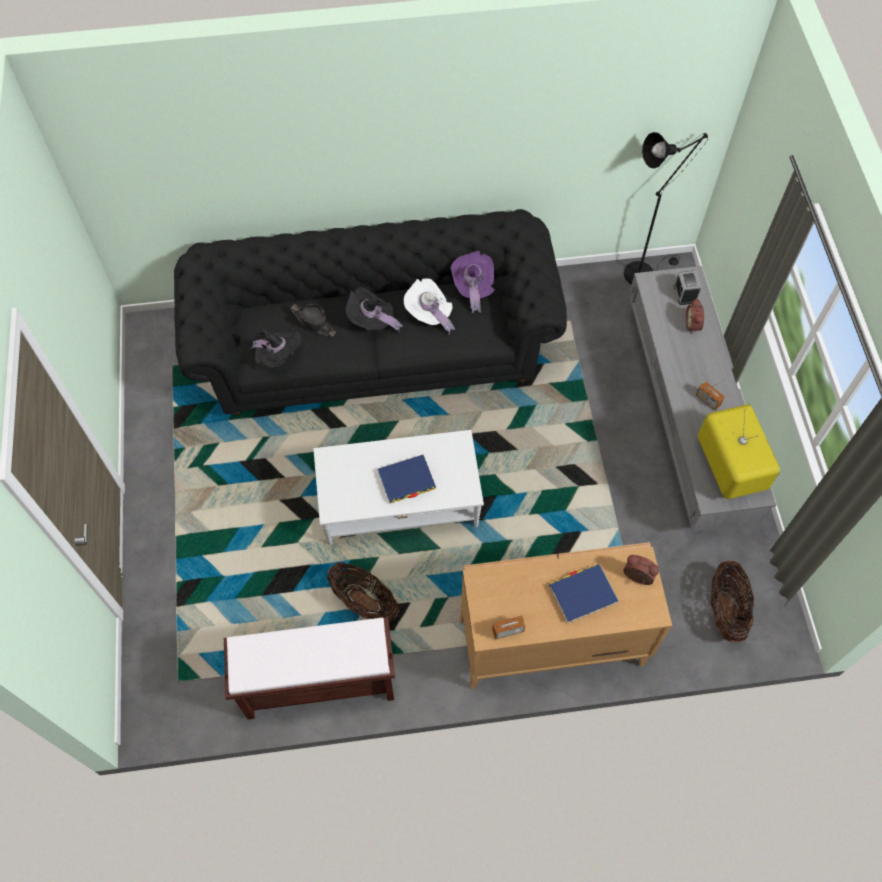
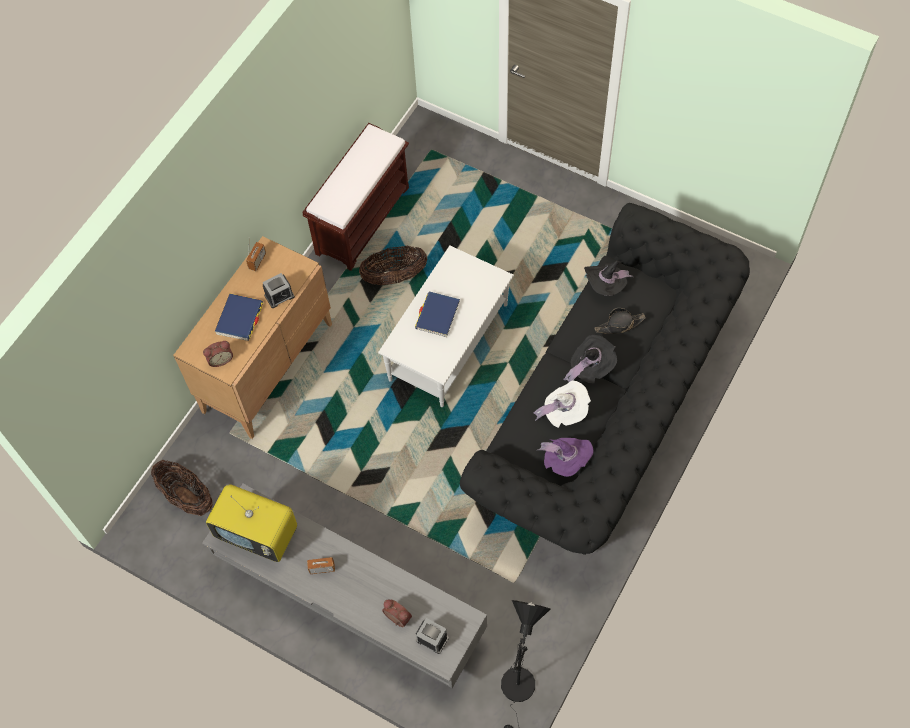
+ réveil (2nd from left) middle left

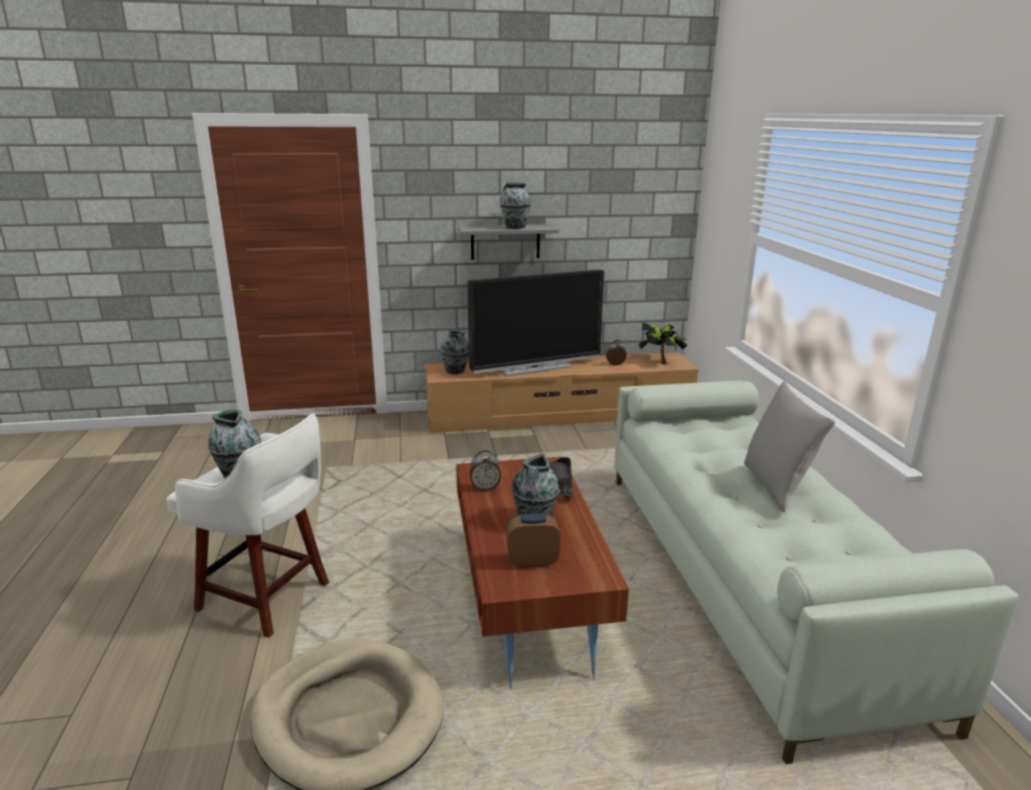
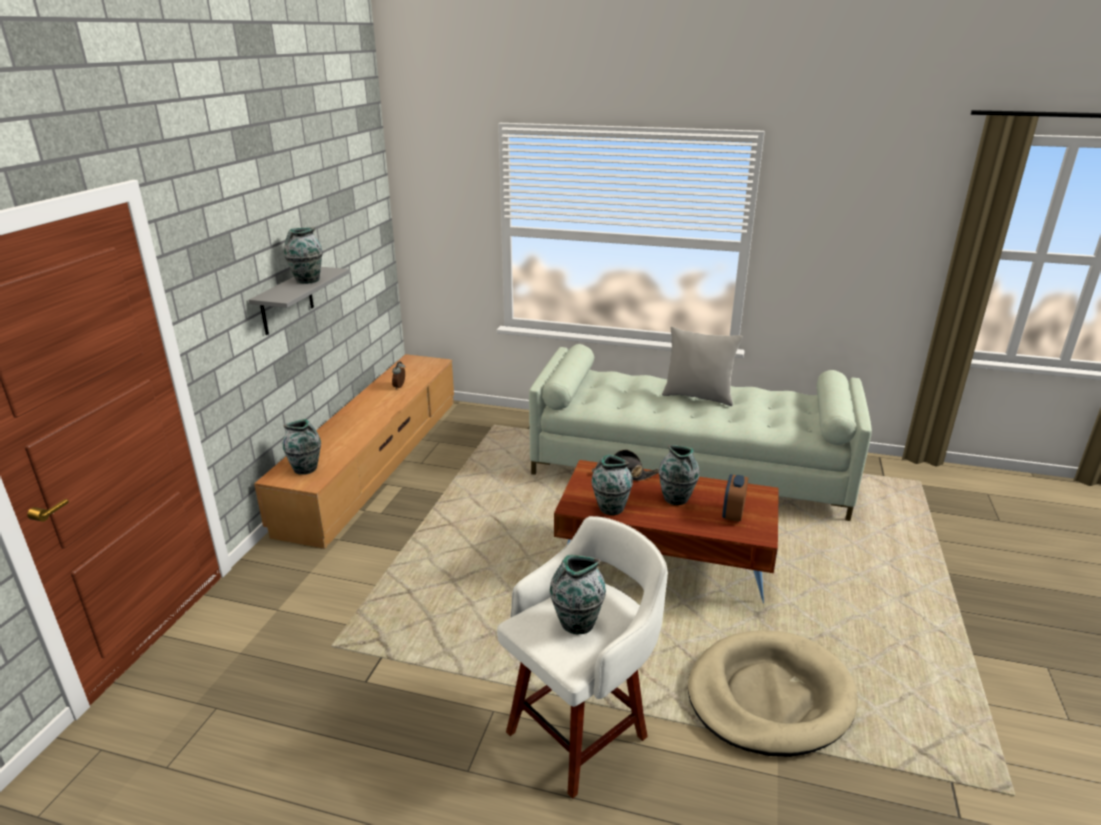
~ réveil (1st from left) centre to vase (4th from left) centre
- téléviseur centre
- plante en pot centre

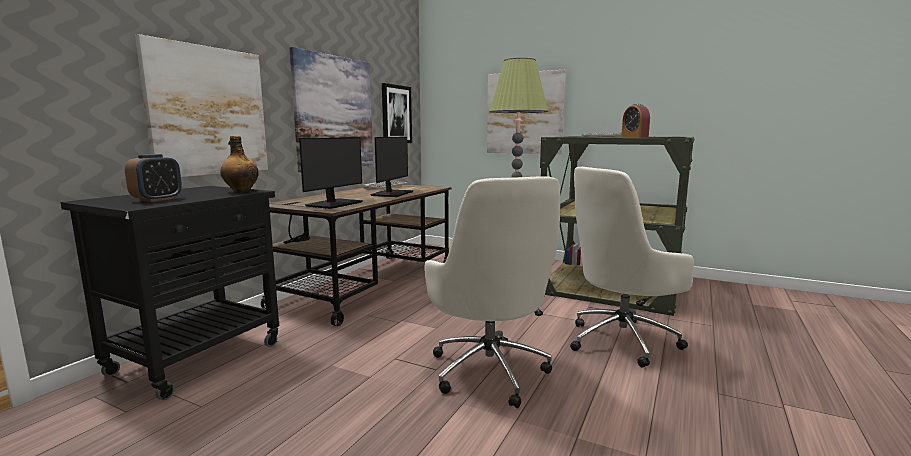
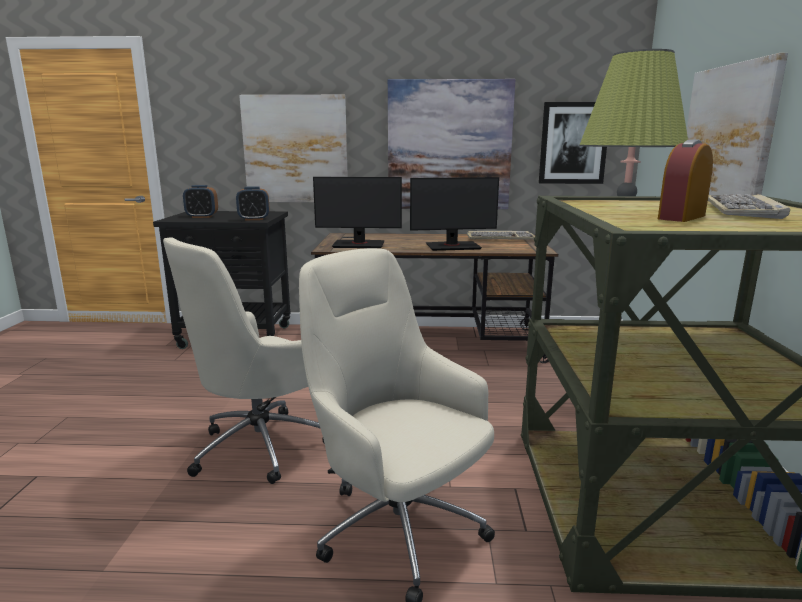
~ bouteille middle left to réveil (2nd from left) middle left

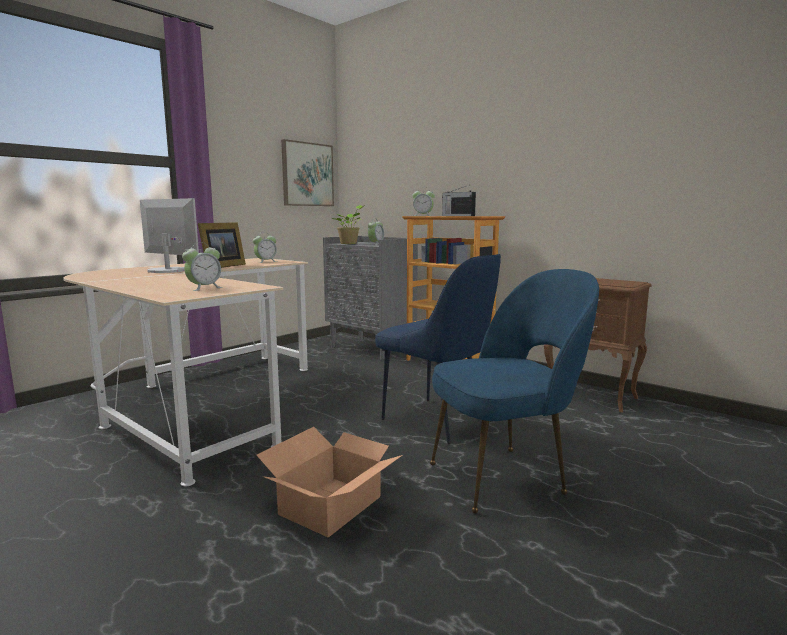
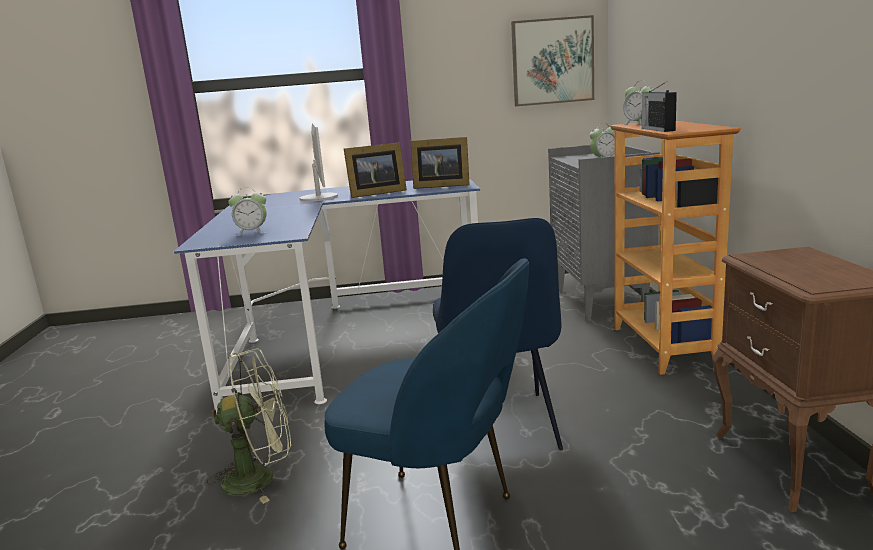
~ bureau (beige) middle left to bureau (bleu) centre
~ carton bottom centre to ventilateur (vert) bottom left
~ réveil (2nd from left) centre to cadre photo (2nd from left) top centre
- plante en pot centre

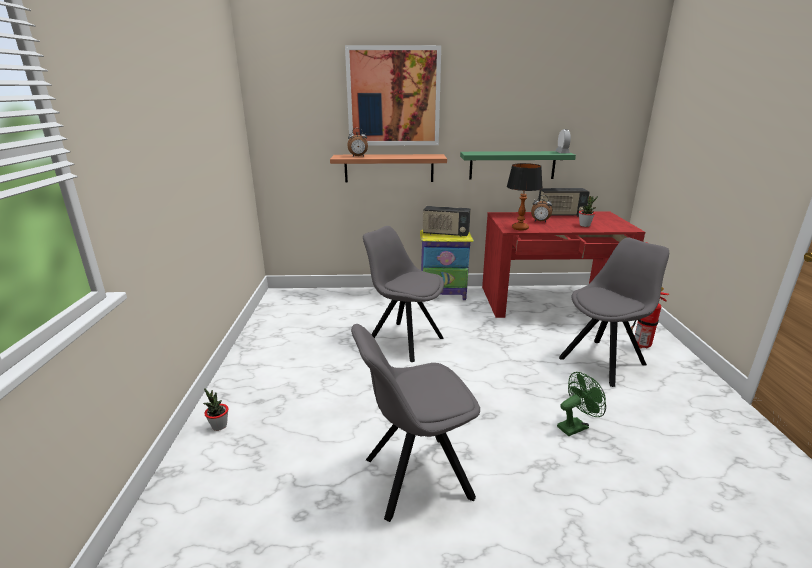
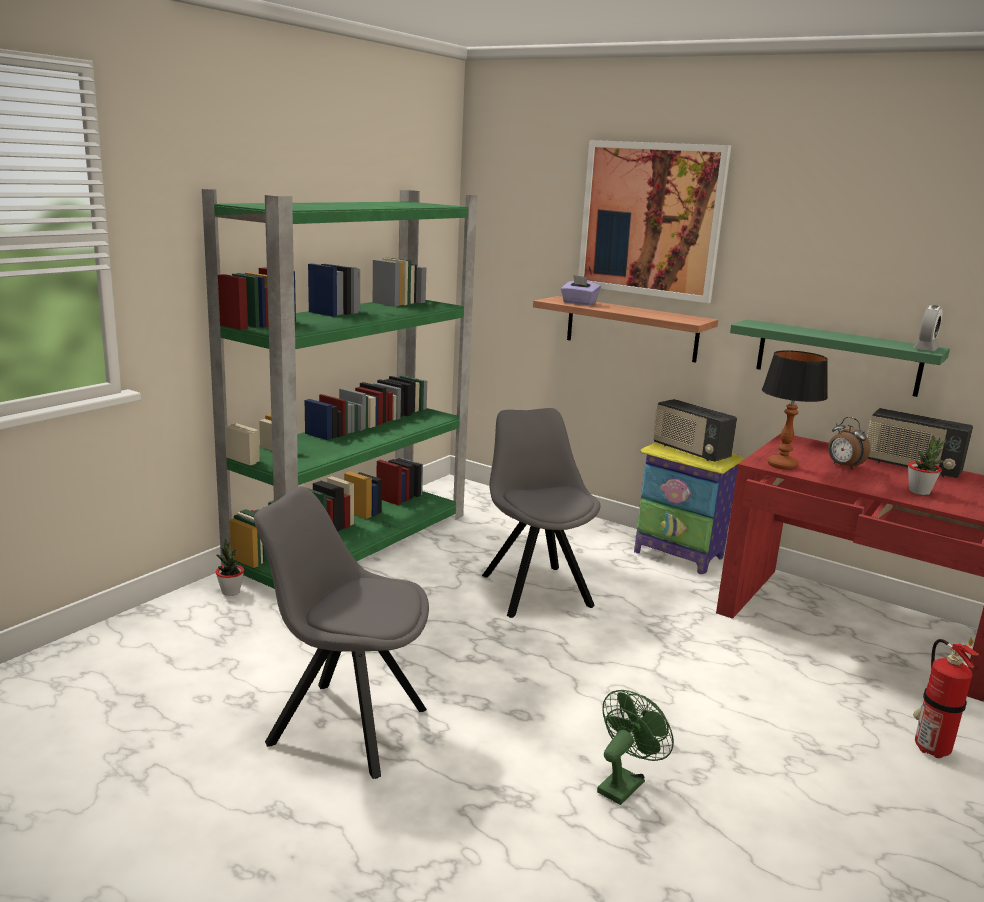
+ bibliothèque (vert) centre
~ réveil (1st from left) top centre to boîte à mouchoirs (violet) top centre
~ ventilateur (vert) bottom right = bottom centre 60 degrees counterclockwise
- chaise (gris) (3rd from left) middle right

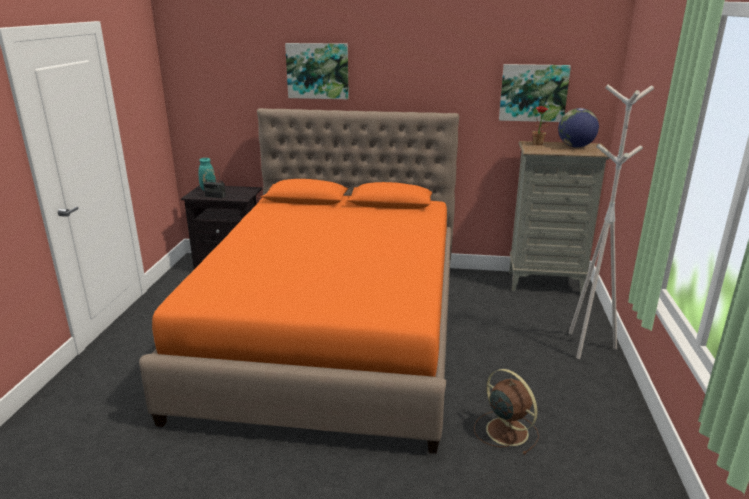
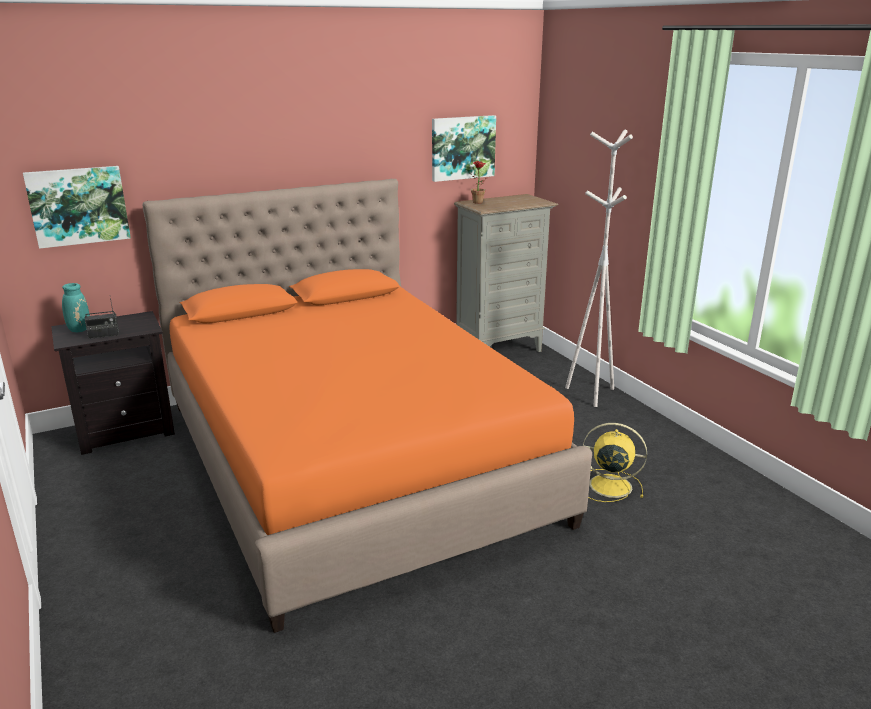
~ tableau (1st from left) top centre to top left
~ ventilateur (marron) bottom right to ventilateur (jaune) middle right
- globe top right

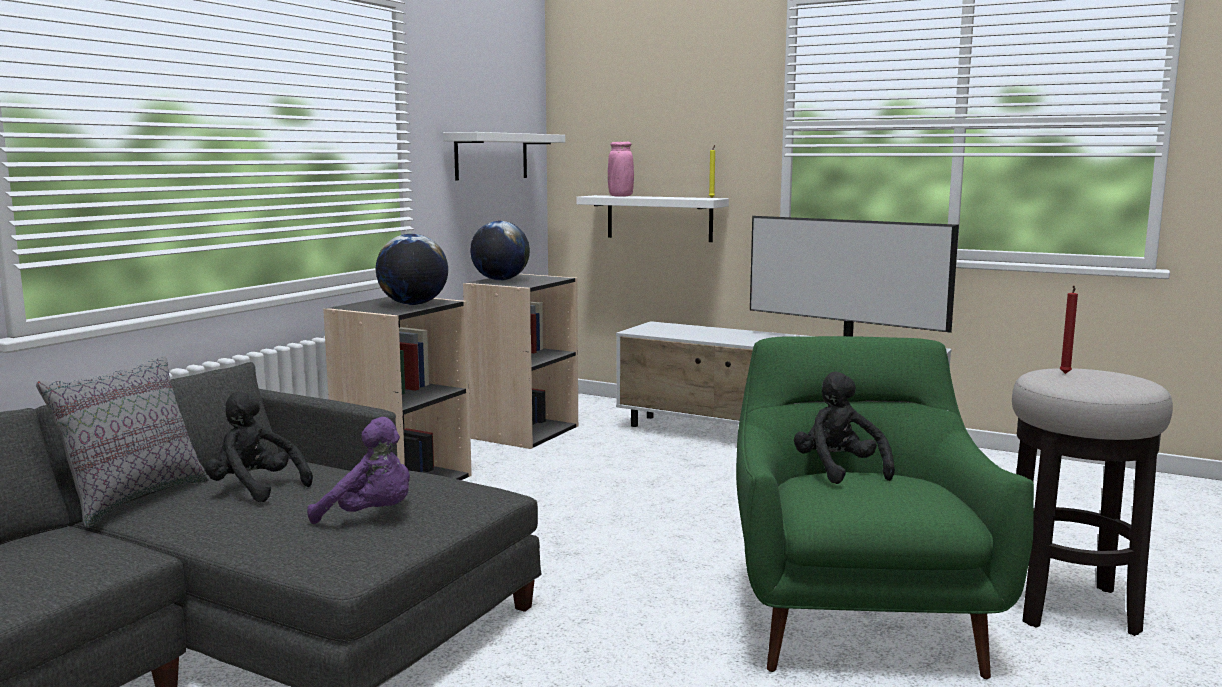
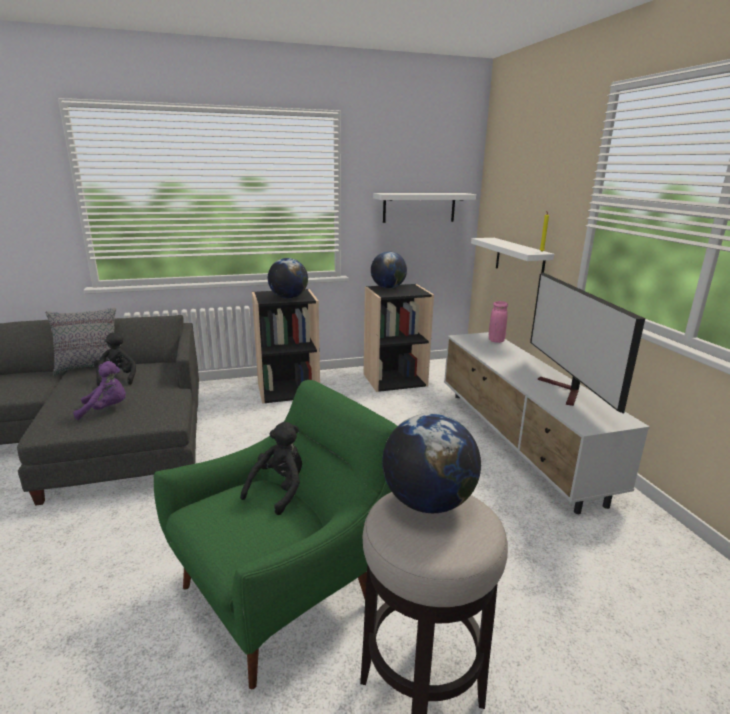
~ peluche (violet) bottom left = middle left 75 degrees counterclockwise
~ bougie (rouge) middle right to globe (3rd from left) centre
~ vase (rose) top centre to middle right

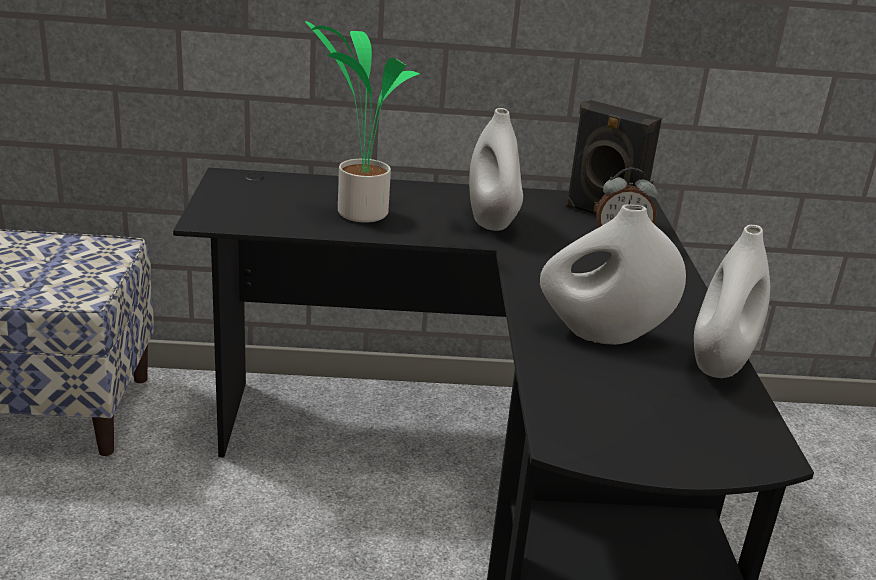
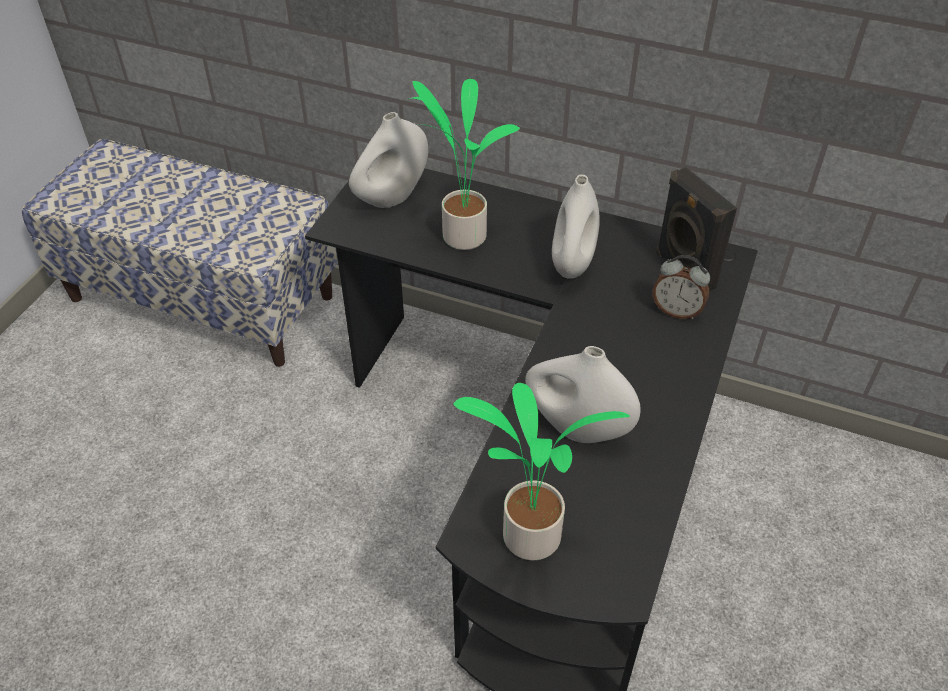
~ vase (blanc) (3rd from left in the first image) middle right to vase (blanc) (1st from left) top centre
+ plante en pot (2nd from left) bottom centre

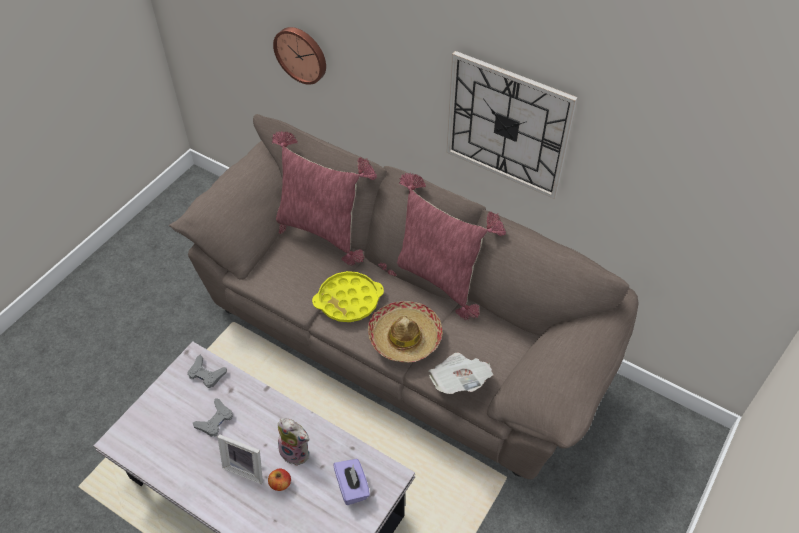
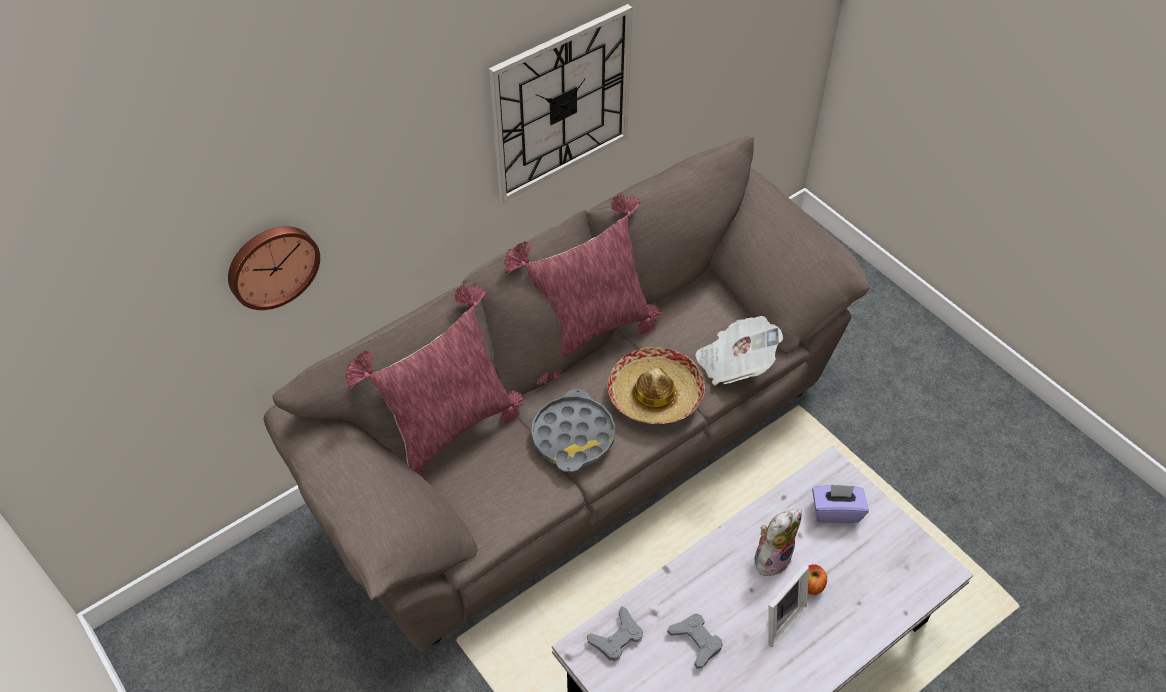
~ plateau (jaune) centre to plateau (gris) centre

